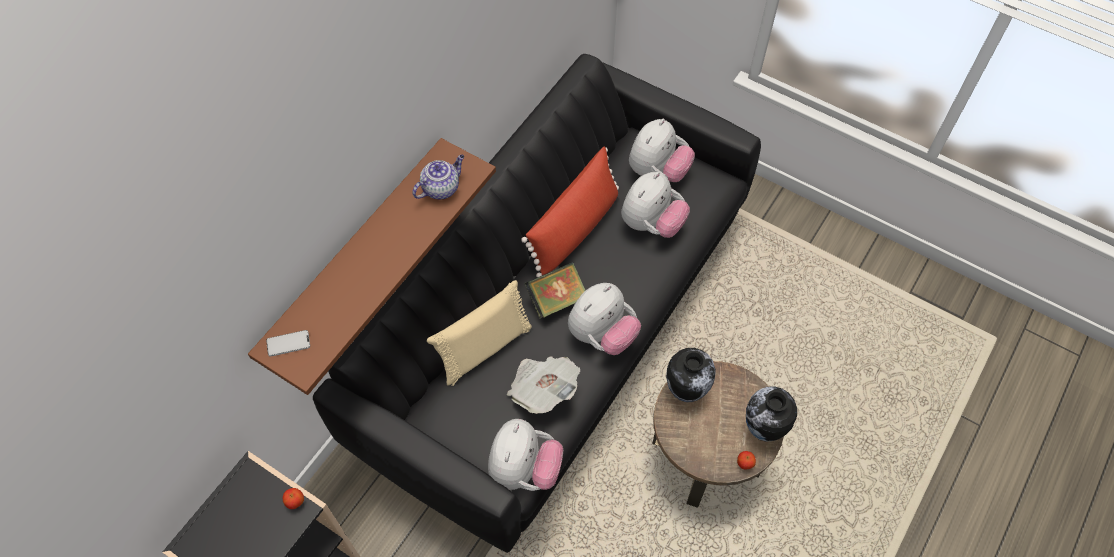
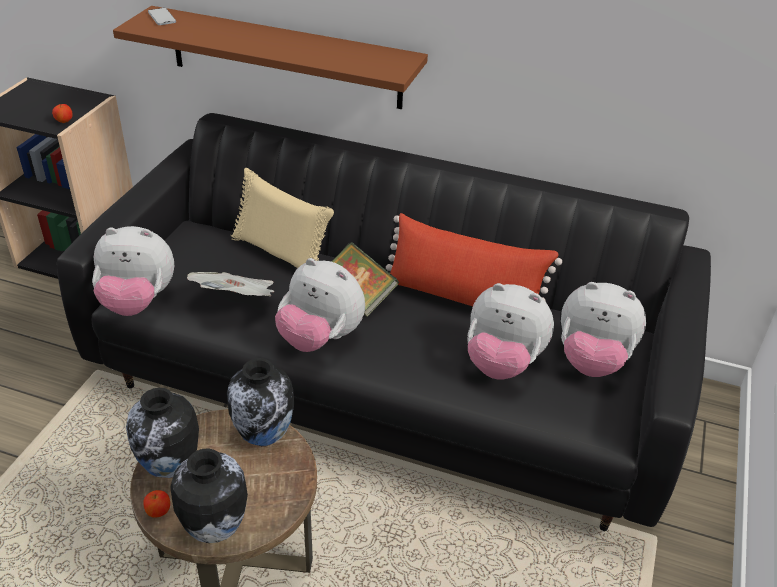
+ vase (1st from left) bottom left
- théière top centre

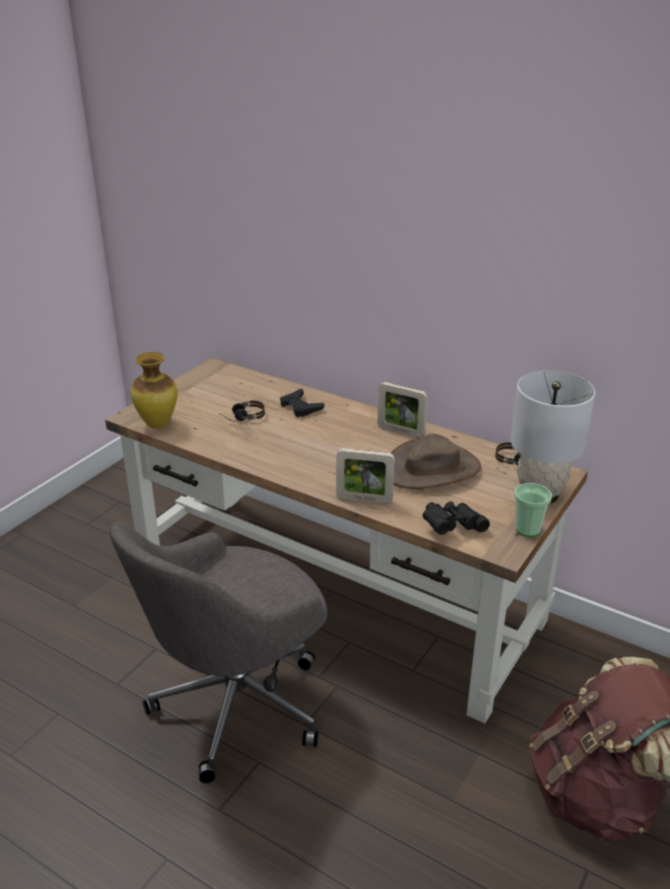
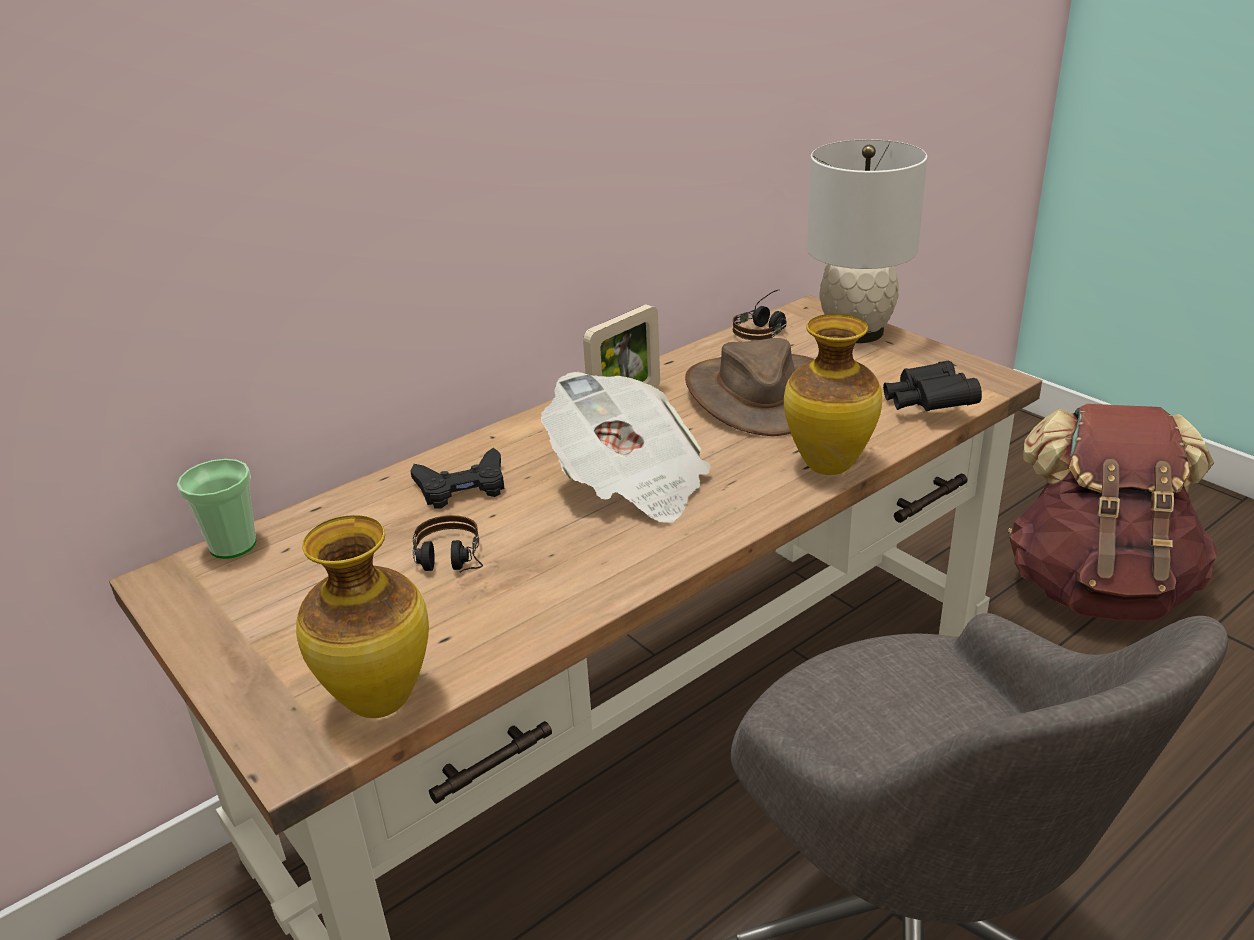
~ tasse middle right to middle left
+ journal centre
~ cadre photo (1st from left) centre to vase (2nd from left) centre

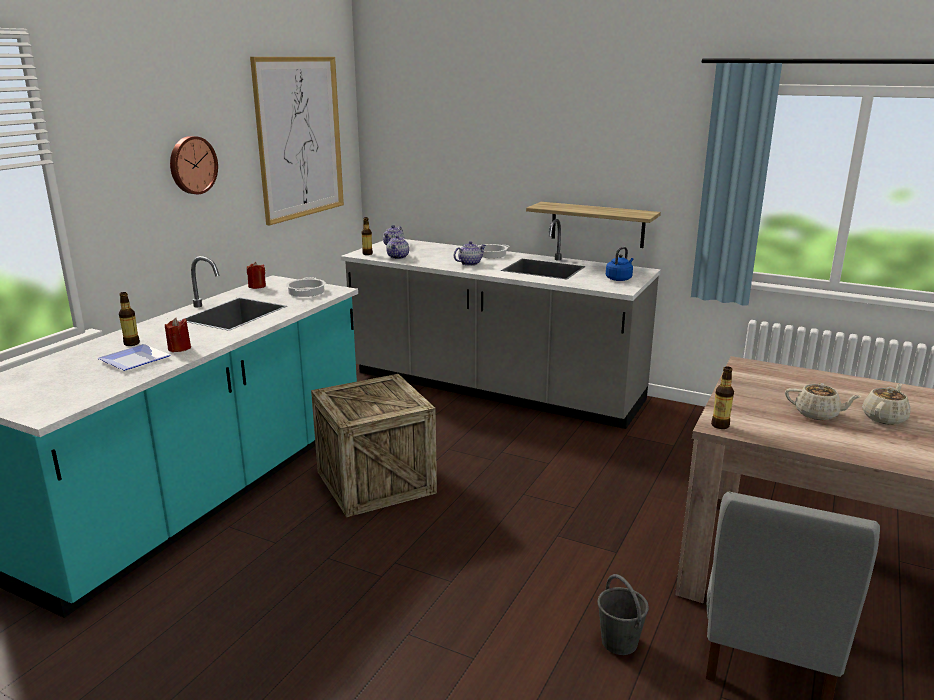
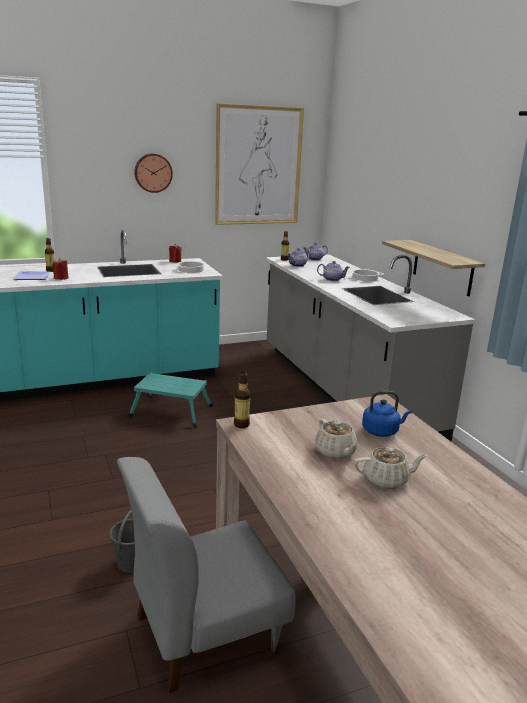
~ caisse centre to escabeau (turquoise) middle left
~ bouilloire (bleu) centre to middle right

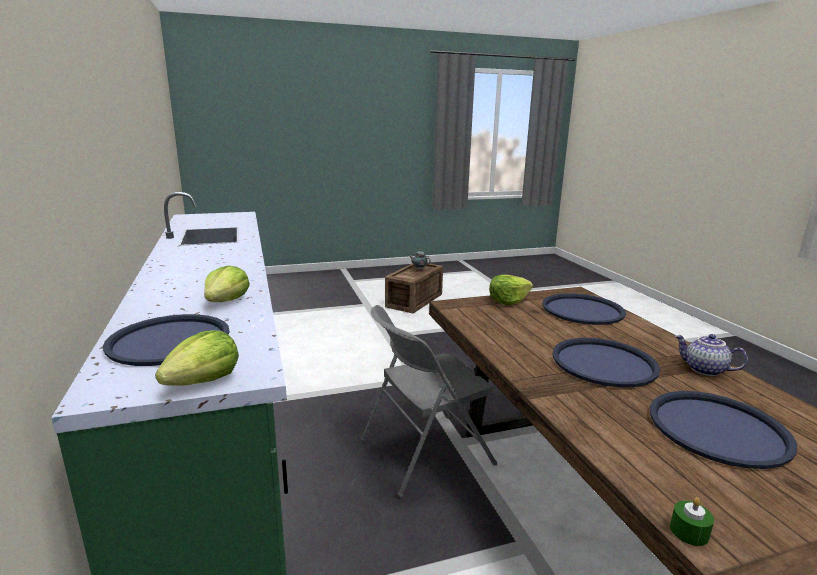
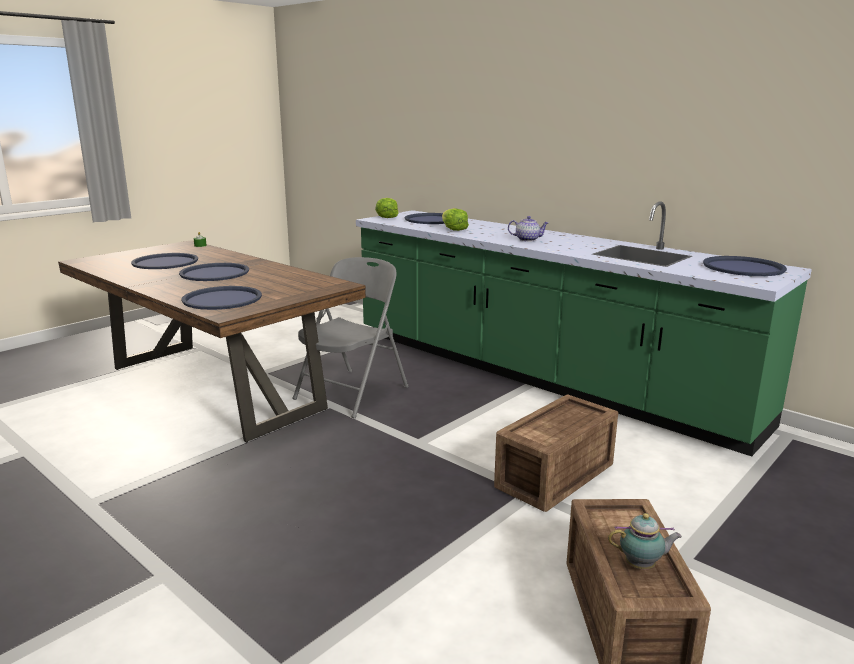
+ caisse (1st from left) bottom centre
~ théière (2nd from left in the first image) middle right to théière (1st from left) centre
+ plateau (bleu) (5th from left) middle right
- laitue (3rd from left) centre

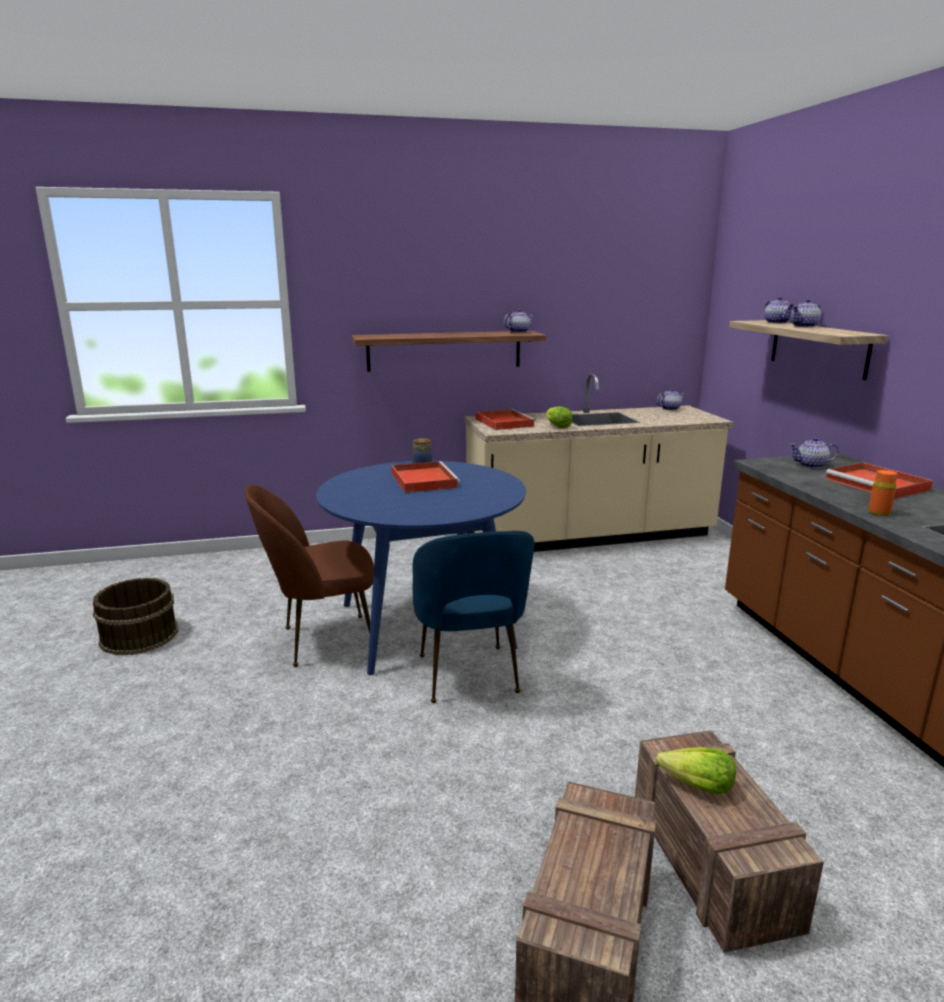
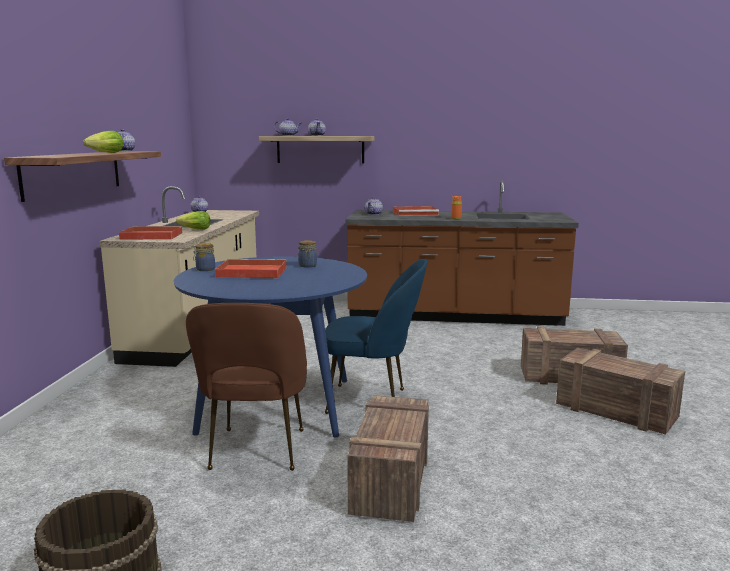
~ laitue (2nd from left in the first image) bottom right to laitue (1st from left) top left
+ bocal (2nd from left) centre
+ caisse (1st from left) bottom centre

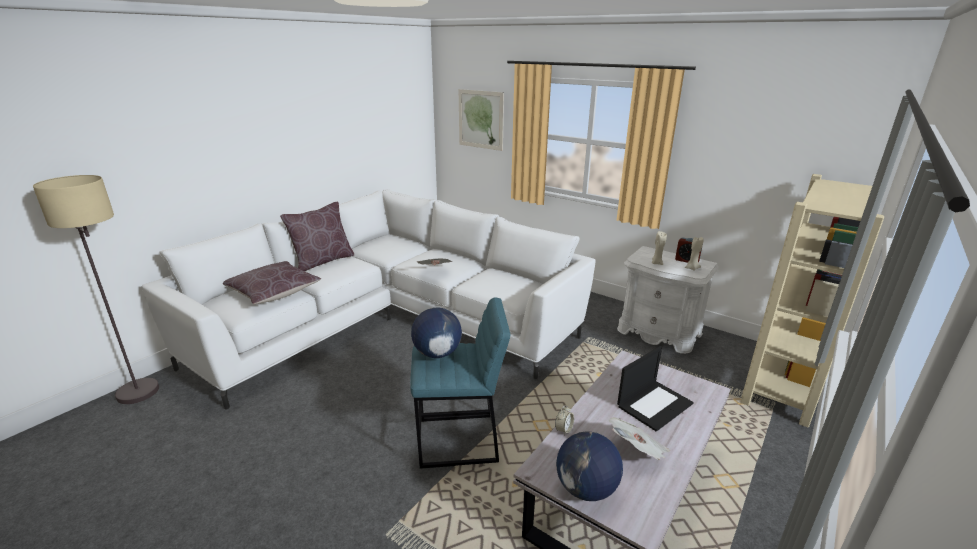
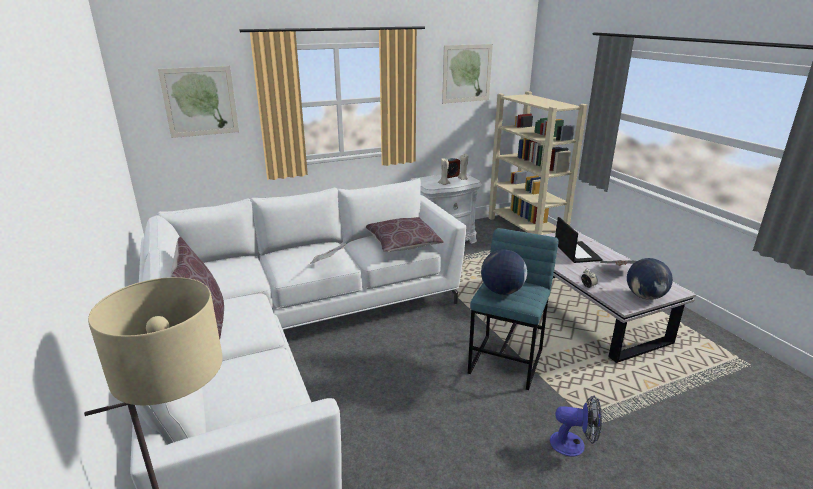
~ coussin (marron) (1st from left in the first image) middle left to coussin (marron) (2nd from left) centre
+ tableau (2nd from left) top centre
+ ventilateur bottom right

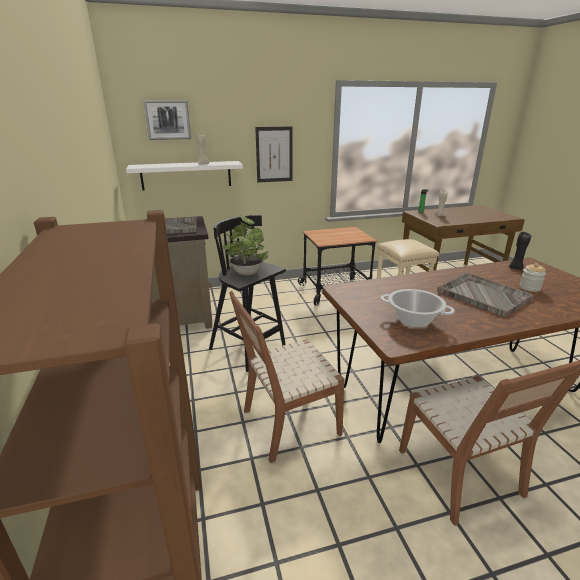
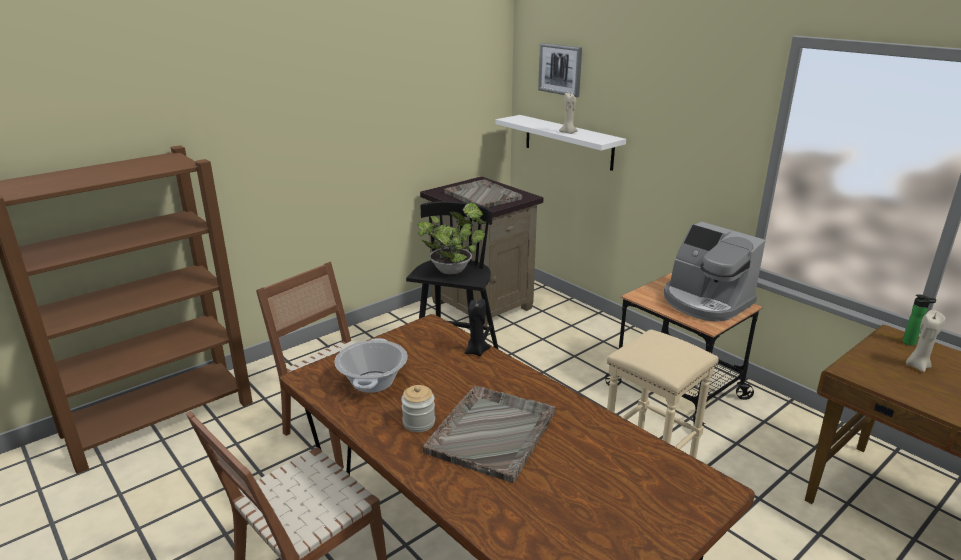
~ bocal middle right to bottom centre
~ bougie (noir) middle right to centre
+ machine à café middle right
- tableau (2nd from left) top centre

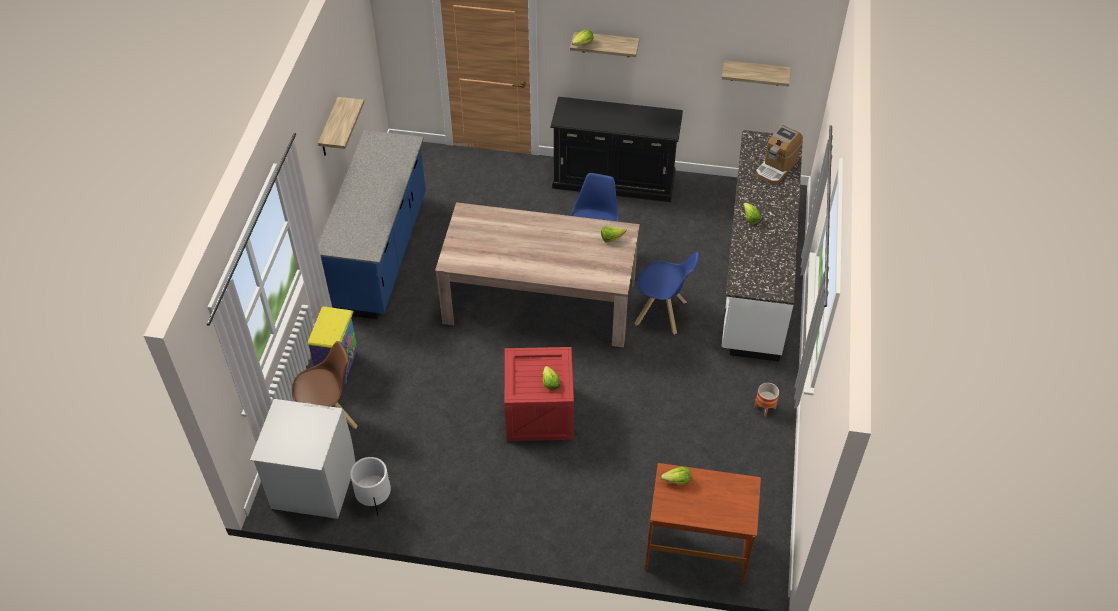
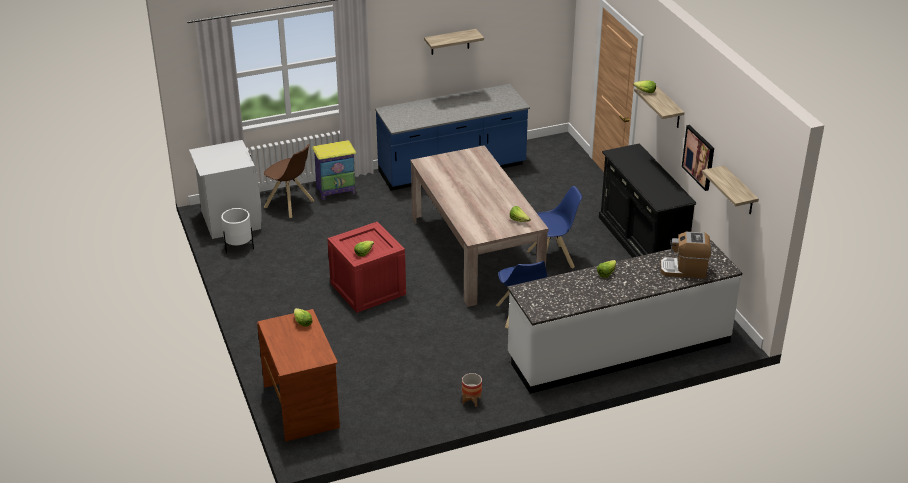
+ tableau top right

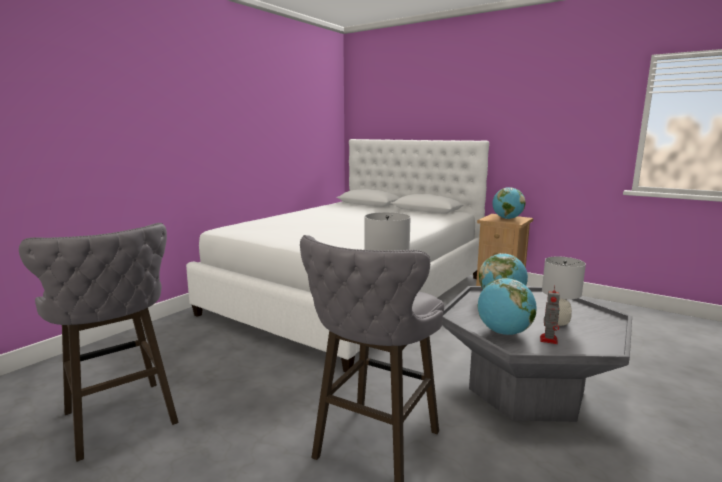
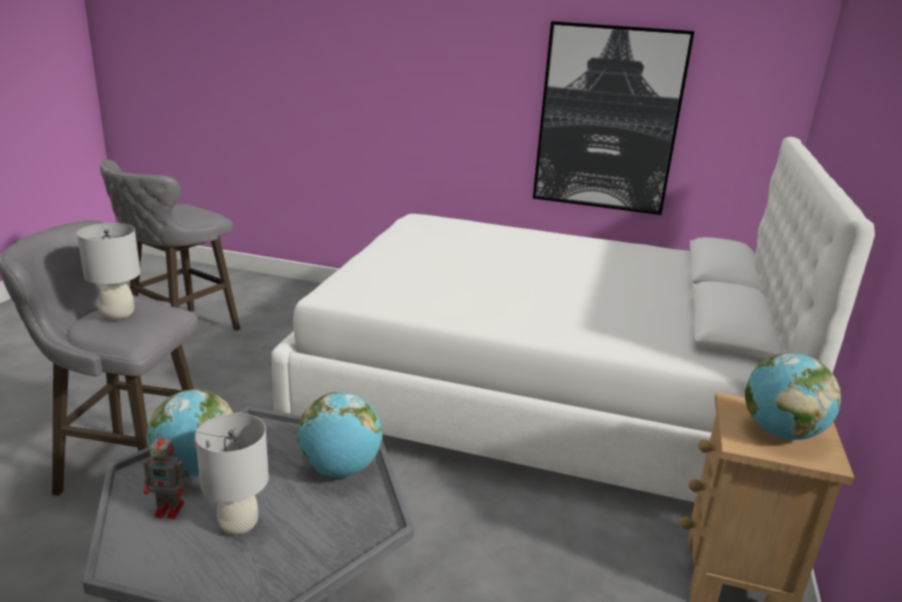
+ tableau top right

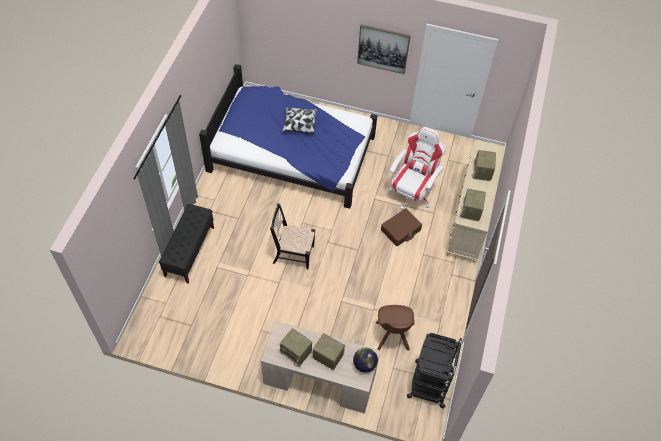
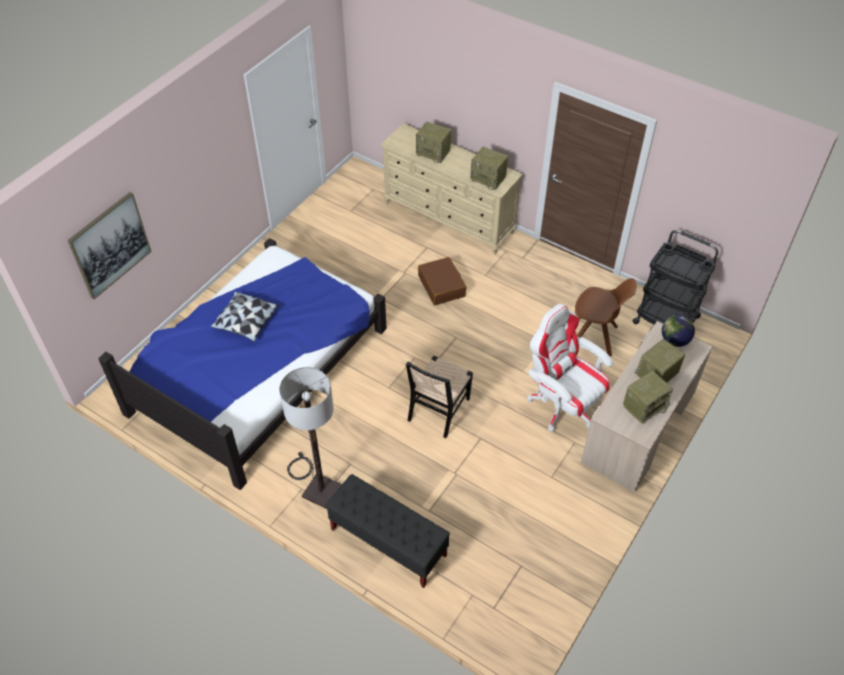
~ tableau top centre to middle left
+ lampadaire centre
~ chaise de bureau (blanc) centre to middle right

